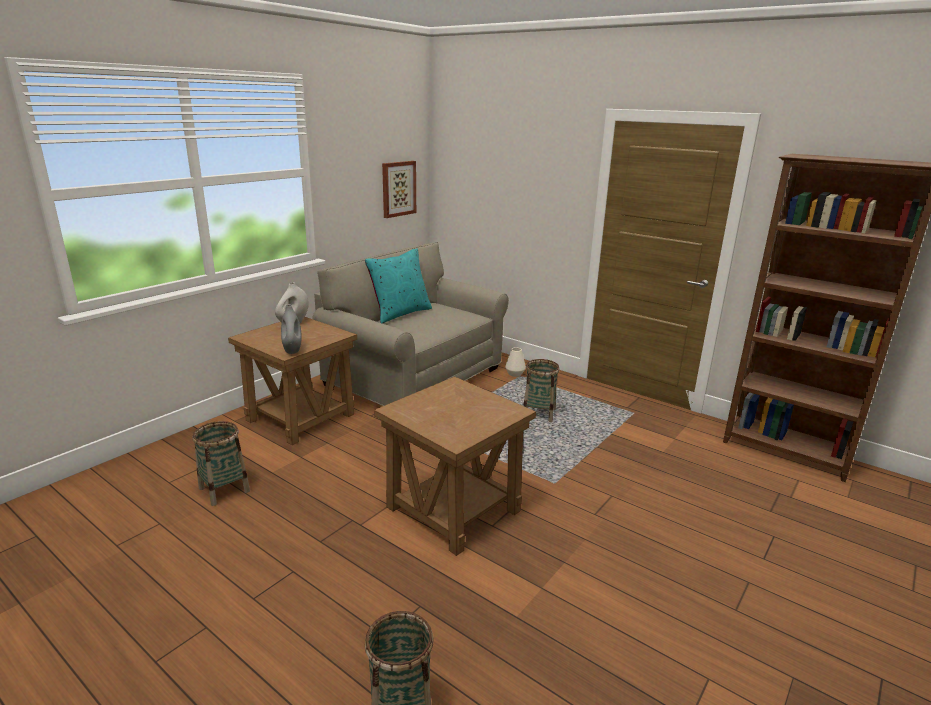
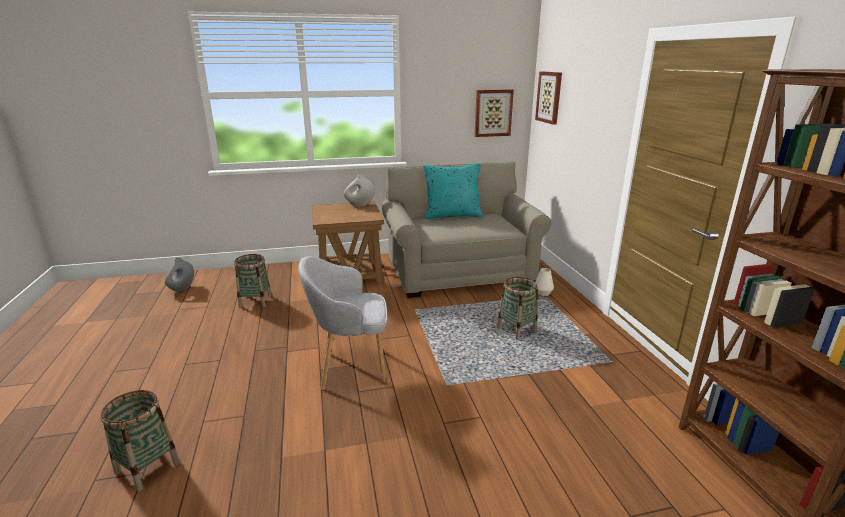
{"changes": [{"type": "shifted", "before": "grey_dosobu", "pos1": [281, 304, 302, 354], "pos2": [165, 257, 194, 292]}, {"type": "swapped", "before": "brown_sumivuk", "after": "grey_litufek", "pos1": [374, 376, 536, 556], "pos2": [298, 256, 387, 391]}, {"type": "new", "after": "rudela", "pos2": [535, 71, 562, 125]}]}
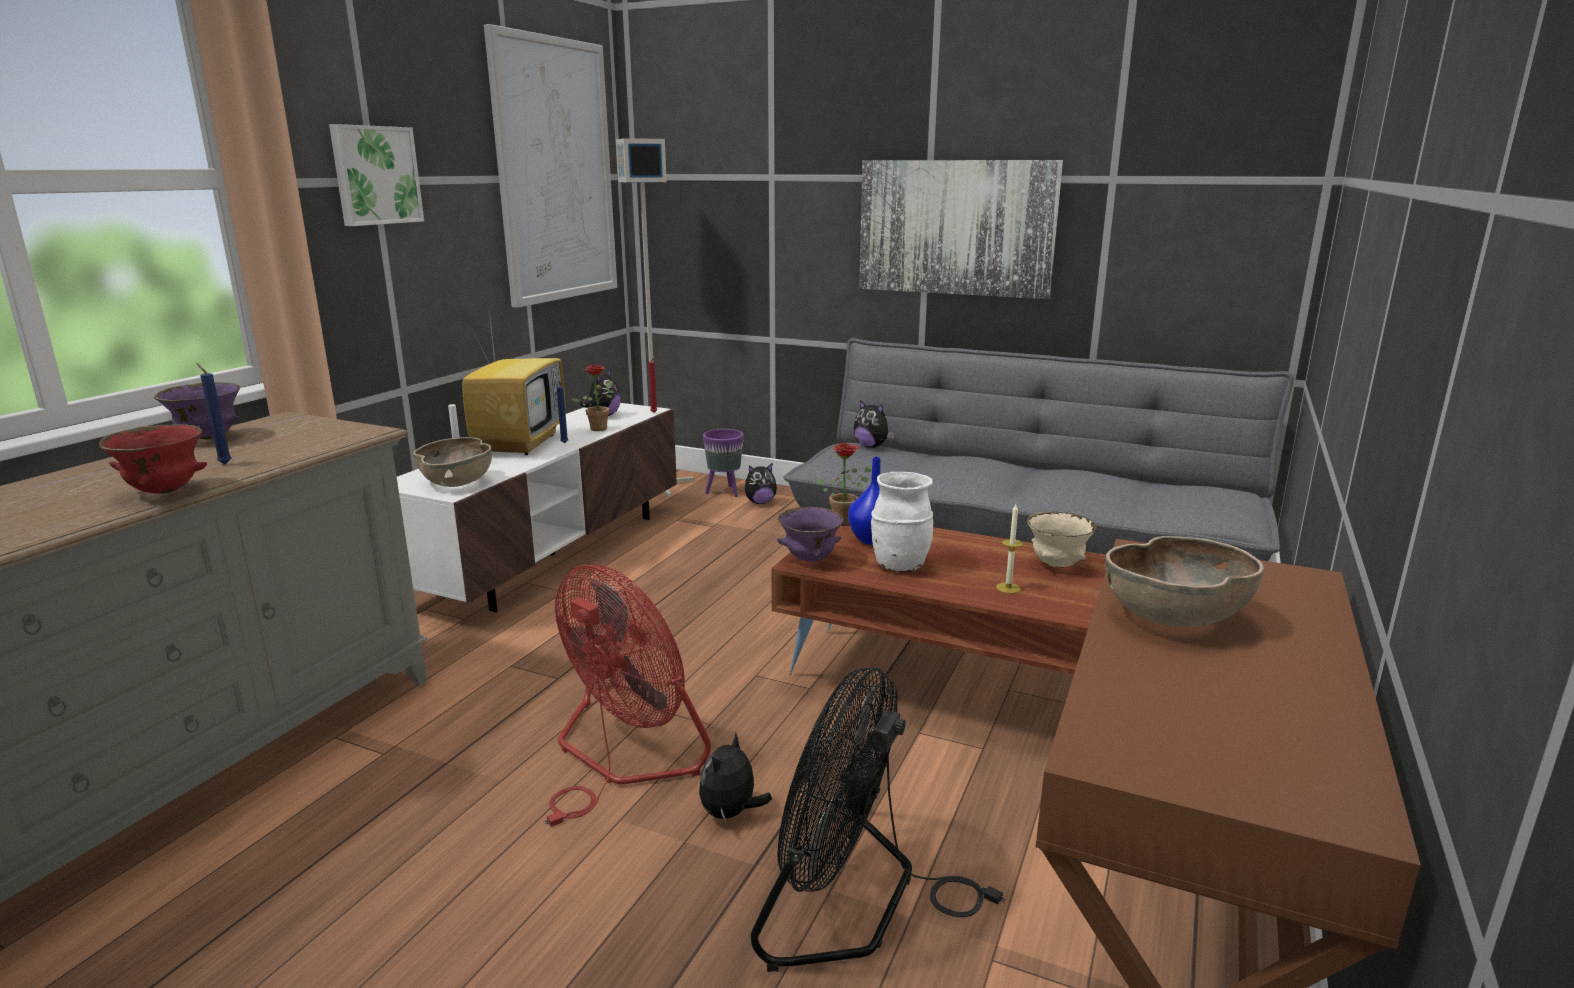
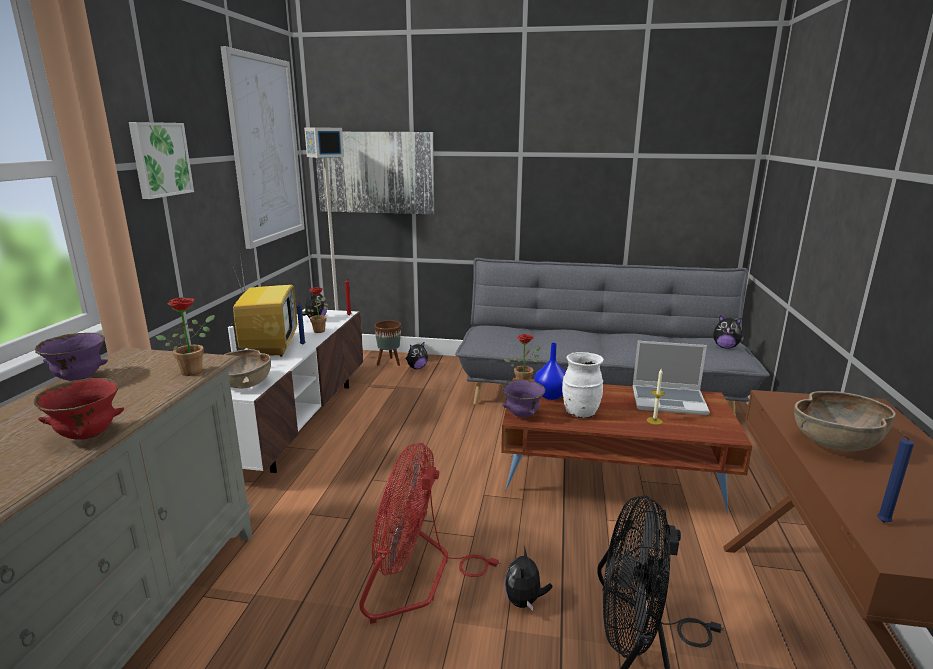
{"changes": [{"type": "shifted", "before": "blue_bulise", "pos1": [196, 363, 231, 464], "pos2": [877, 431, 914, 523]}, {"type": "rotated", "before": "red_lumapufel", "pos1": [544, 565, 711, 827], "pos2": [359, 443, 500, 624], "turn": -105}, {"type": "repainted", "before": "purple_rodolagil", "after": "brown_rodolagil", "pos1": [703, 429, 744, 497], "pos2": [374, 320, 401, 366]}, {"type": "shifted", "before": "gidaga", "pos1": [854, 400, 895, 448], "pos2": [713, 315, 745, 349]}, {"type": "shifted", "before": "rudela", "pos1": [859, 160, 1063, 299], "pos2": [316, 132, 434, 214]}, {"type": "swapped", "before": "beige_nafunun", "after": "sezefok", "pos1": [1027, 511, 1097, 568], "pos2": [633, 341, 710, 415]}, {"type": "new", "after": "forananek", "pos2": [156, 297, 215, 376]}]}
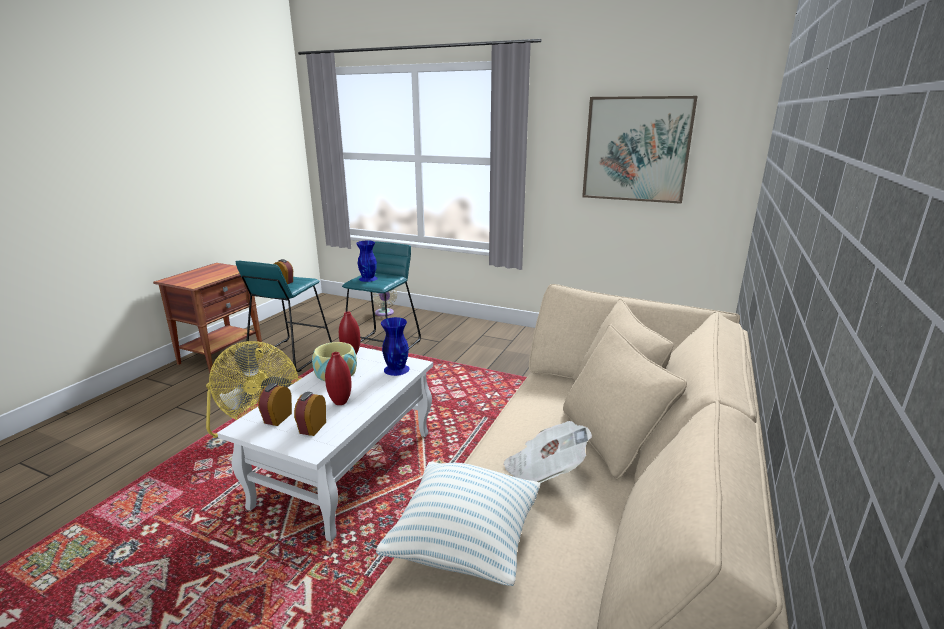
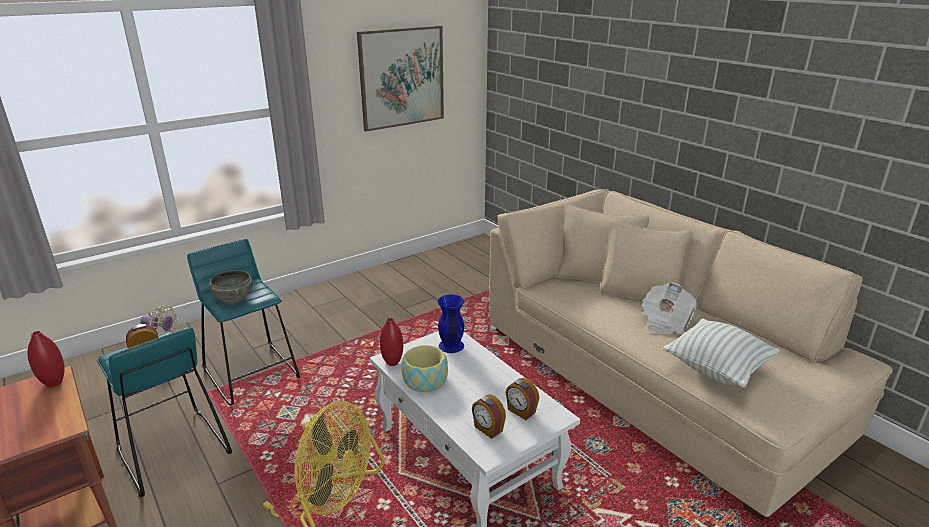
{"changes": [{"type": "shifted", "before": "red_dosobu", "pos1": [325, 352, 352, 405], "pos2": [27, 331, 65, 387]}, {"type": "swapped", "before": "blue_dosobu", "after": "grey_nafunun", "pos1": [356, 241, 378, 282], "pos2": [209, 270, 252, 304]}]}
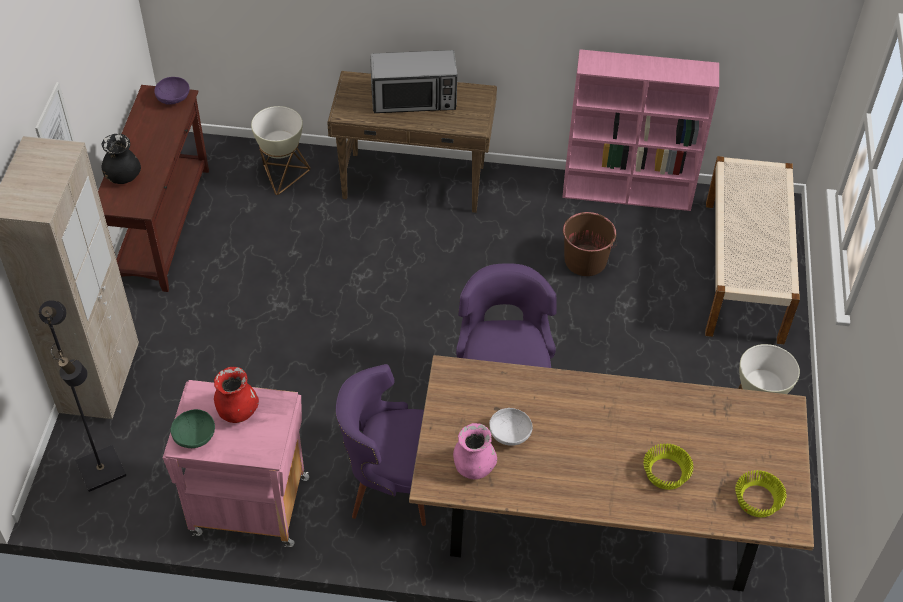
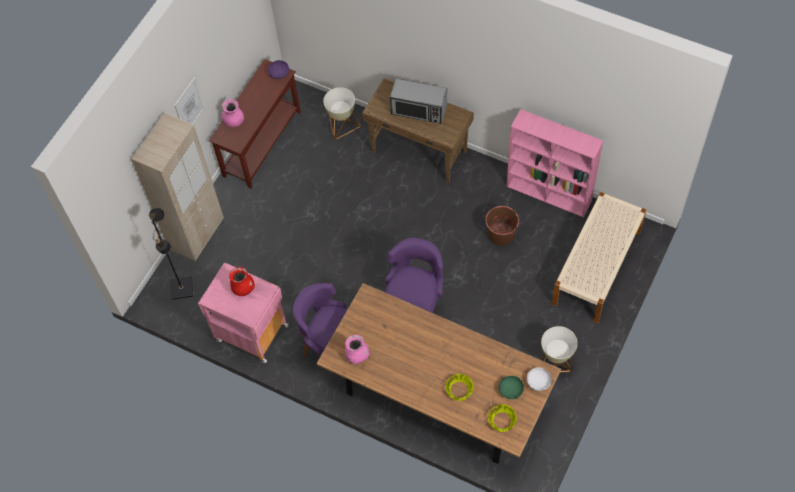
{"changes": [{"type": "repainted", "before": "black_dosobu", "after": "pink_dosobu", "pos1": [101, 134, 141, 184], "pos2": [222, 99, 244, 127]}, {"type": "shifted", "before": "green_nafunun", "pos1": [170, 409, 215, 448], "pos2": [499, 376, 524, 399]}, {"type": "shifted", "before": "white_nafunun", "pos1": [489, 408, 533, 446], "pos2": [527, 367, 552, 391]}]}
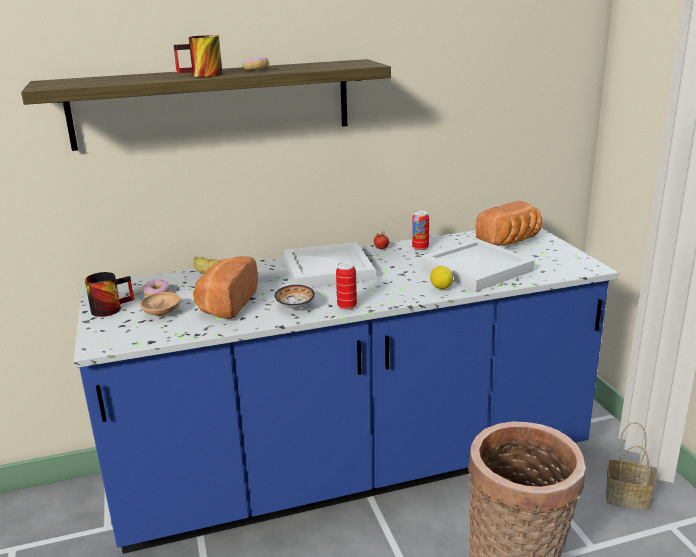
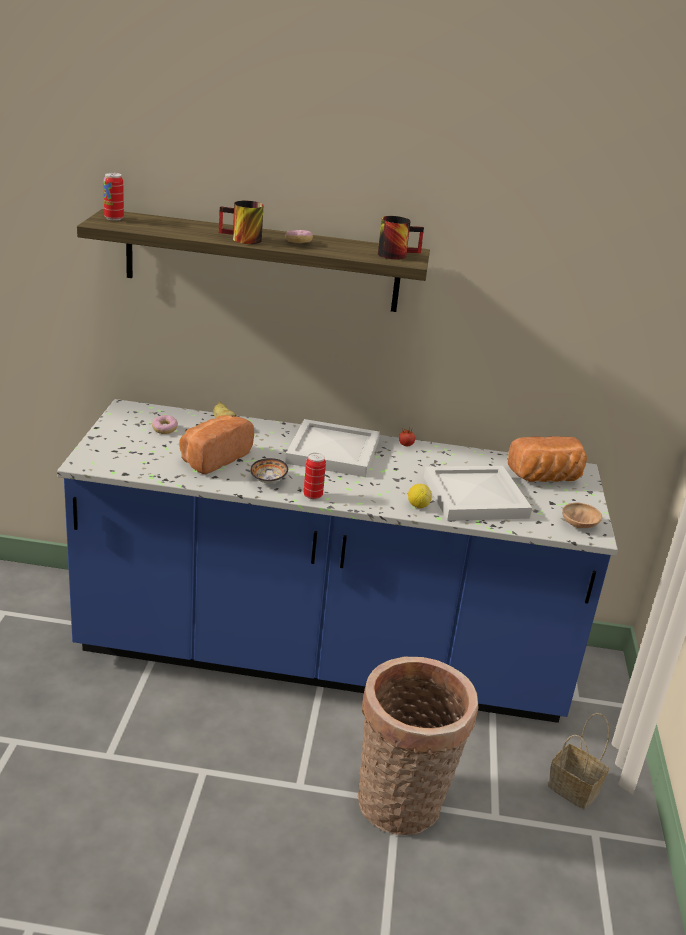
{"changes": [{"type": "shifted", "before": "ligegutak", "pos1": [85, 272, 134, 317], "pos2": [378, 216, 424, 260]}, {"type": "shifted", "before": "brown_nafunun", "pos1": [140, 292, 181, 317], "pos2": [562, 503, 602, 528]}, {"type": "shifted", "before": "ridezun", "pos1": [412, 210, 429, 251], "pos2": [103, 173, 124, 221]}]}
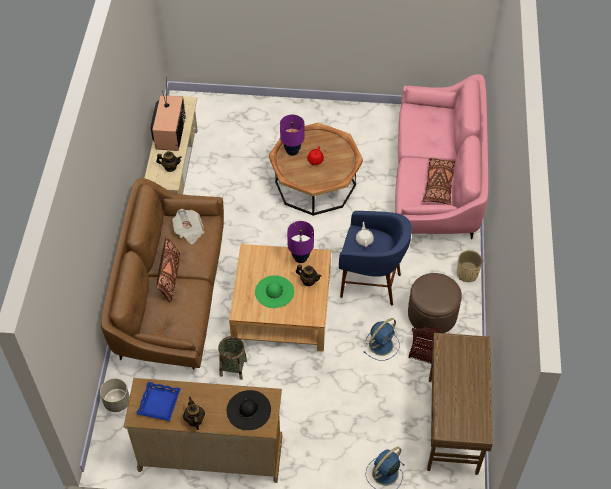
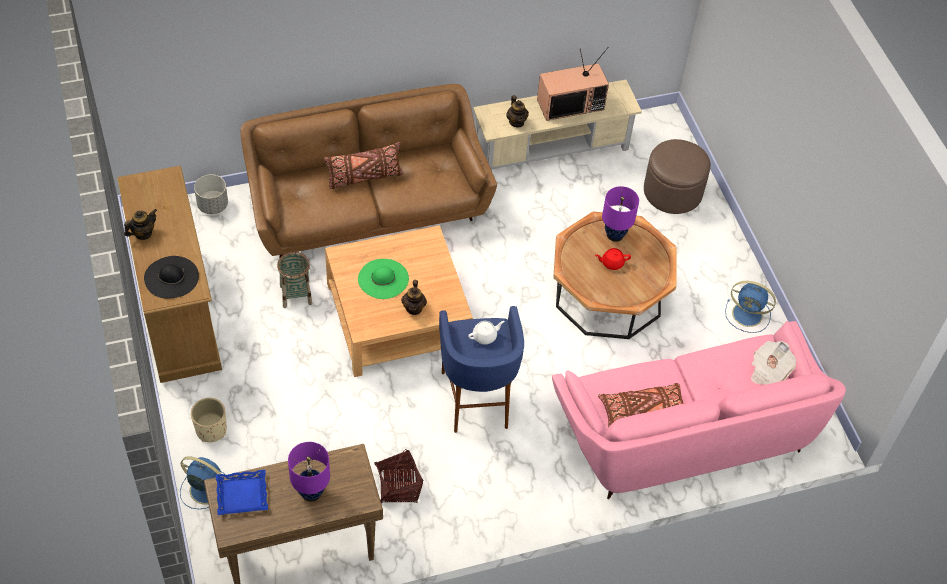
{"changes": [{"type": "shifted", "before": "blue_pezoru", "pos1": [136, 382, 181, 421], "pos2": [216, 470, 268, 515]}, {"type": "shifted", "before": "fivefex", "pos1": [172, 209, 204, 244], "pos2": [751, 341, 796, 385]}, {"type": "shifted", "before": "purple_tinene", "pos1": [287, 221, 314, 263], "pos2": [288, 442, 330, 502]}, {"type": "shifted", "before": "blue_lumapufel", "pos1": [364, 318, 400, 361], "pos2": [725, 281, 776, 333]}, {"type": "shifted", "before": "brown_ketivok", "pos1": [408, 273, 462, 333], "pos2": [644, 139, 711, 214]}, {"type": "shifted", "before": "beige_rodolagil", "pos1": [457, 250, 482, 282], "pos2": [191, 398, 227, 442]}]}
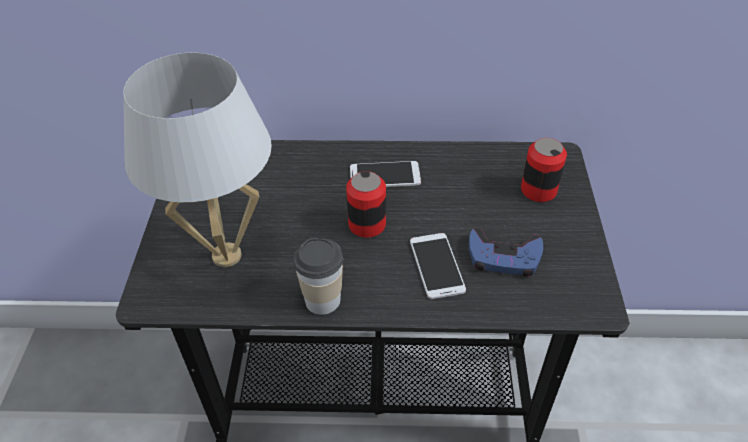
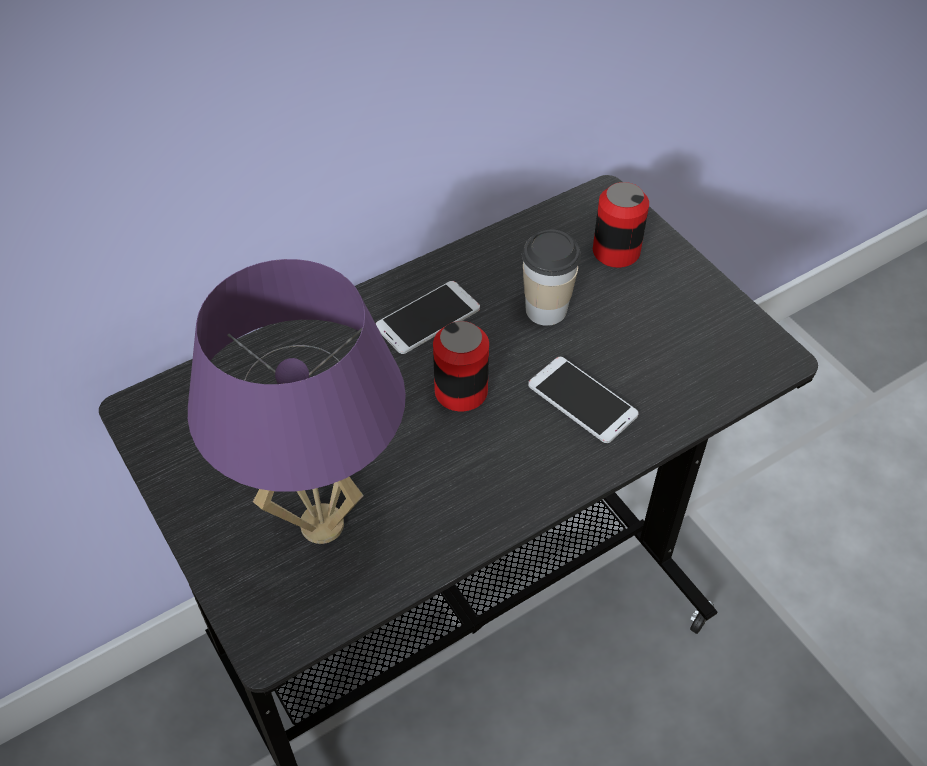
{"changes": [{"type": "repainted", "before": "white_tinene", "after": "purple_tinene", "pos1": [123, 53, 272, 267], "pos2": [188, 259, 406, 544]}, {"type": "shifted", "before": "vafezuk", "pos1": [293, 238, 343, 315], "pos2": [522, 230, 581, 326]}, {"type": "gone", "before": "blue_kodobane", "pos1": [468, 228, 543, 277]}]}
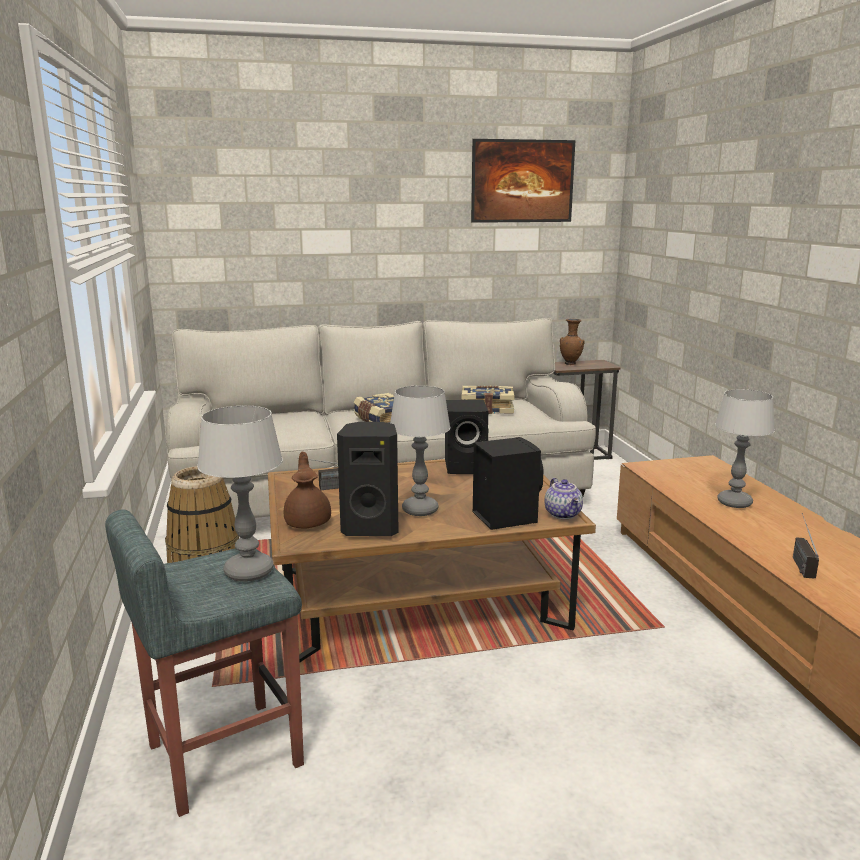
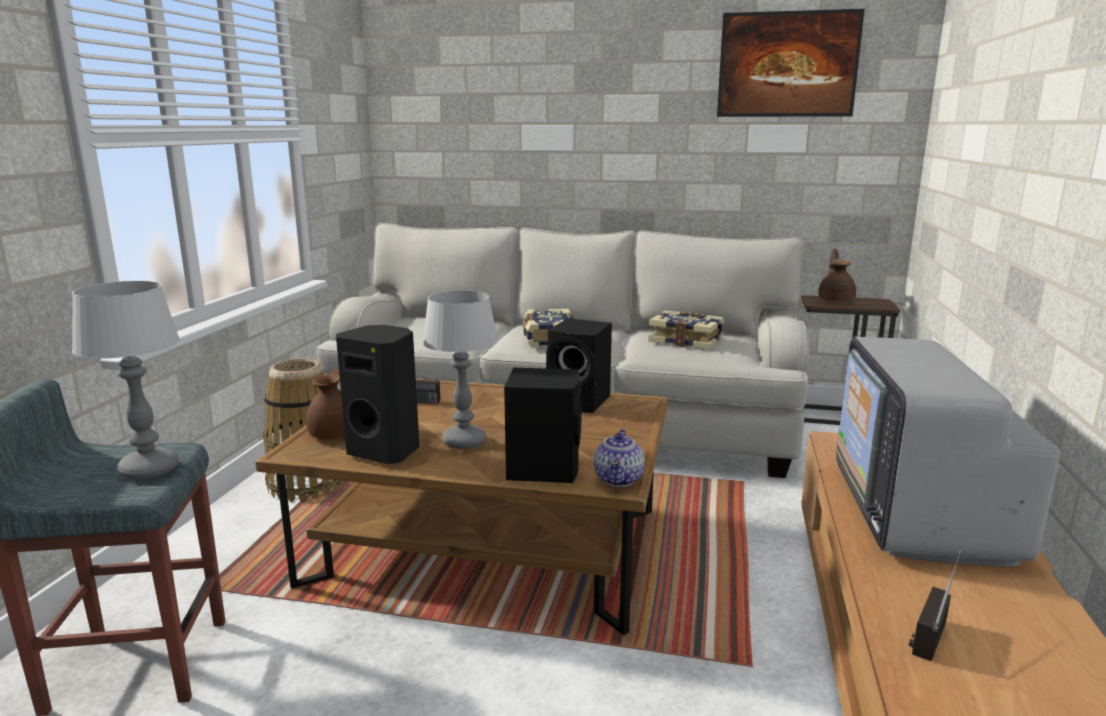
{"changes": [{"type": "swapped", "before": "brown_dosobu", "after": "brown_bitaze", "pos1": [560, 319, 585, 365], "pos2": [818, 249, 856, 302]}, {"type": "swapped", "before": "tinene", "after": "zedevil", "pos1": [715, 389, 775, 508], "pos2": [836, 337, 1060, 567]}]}
